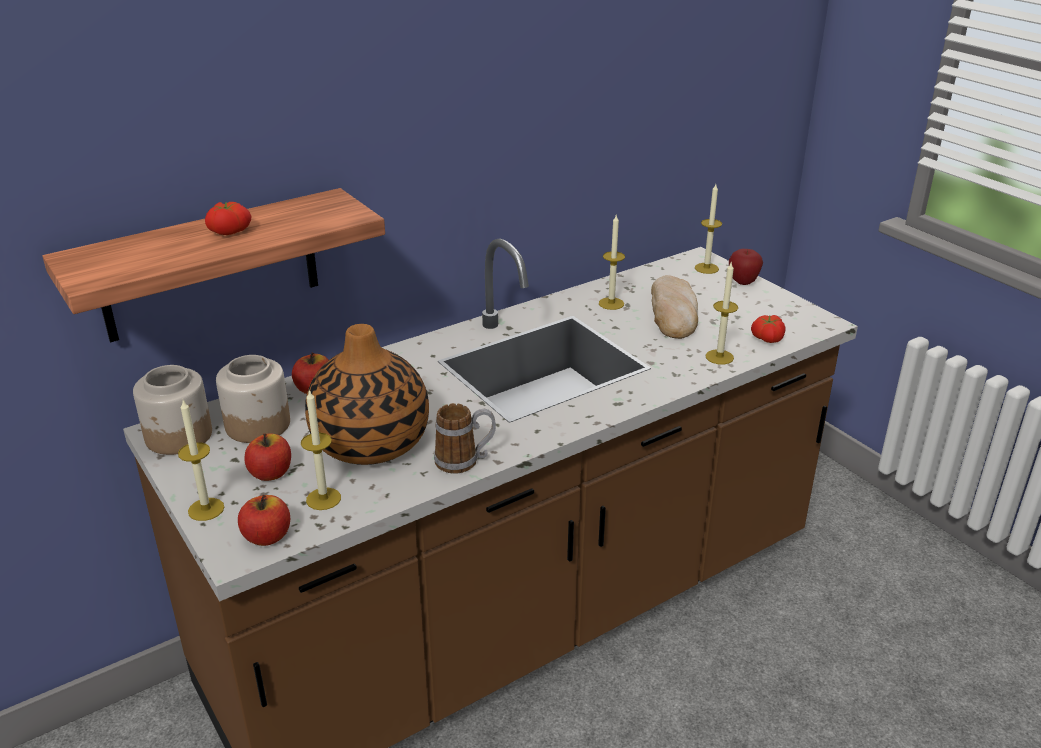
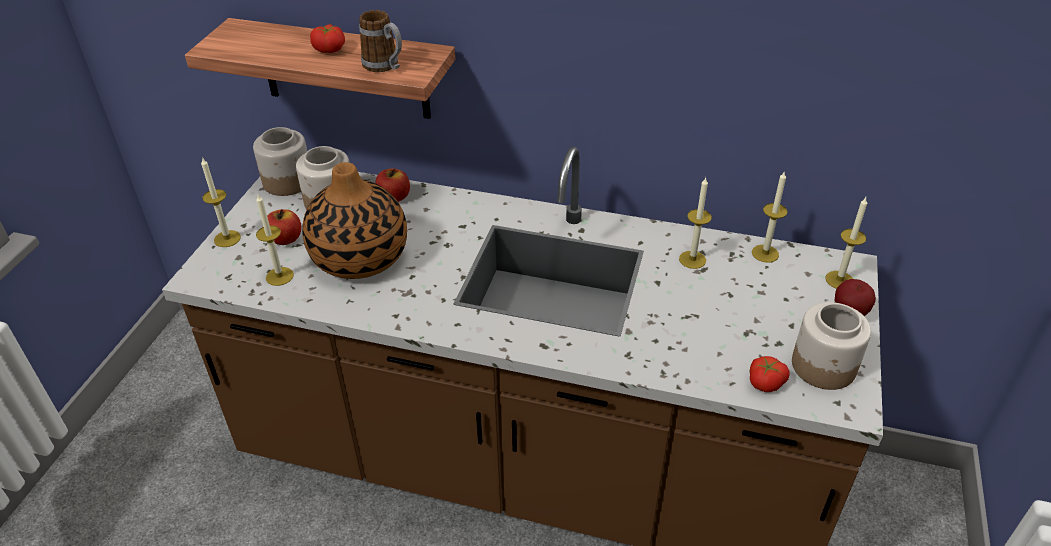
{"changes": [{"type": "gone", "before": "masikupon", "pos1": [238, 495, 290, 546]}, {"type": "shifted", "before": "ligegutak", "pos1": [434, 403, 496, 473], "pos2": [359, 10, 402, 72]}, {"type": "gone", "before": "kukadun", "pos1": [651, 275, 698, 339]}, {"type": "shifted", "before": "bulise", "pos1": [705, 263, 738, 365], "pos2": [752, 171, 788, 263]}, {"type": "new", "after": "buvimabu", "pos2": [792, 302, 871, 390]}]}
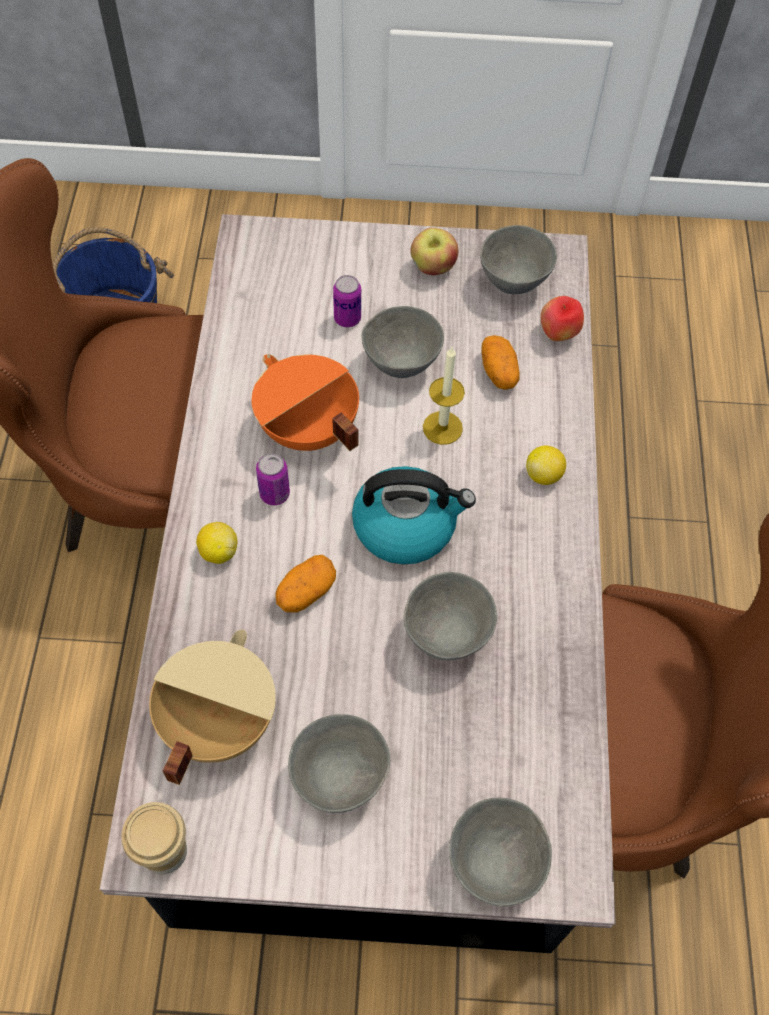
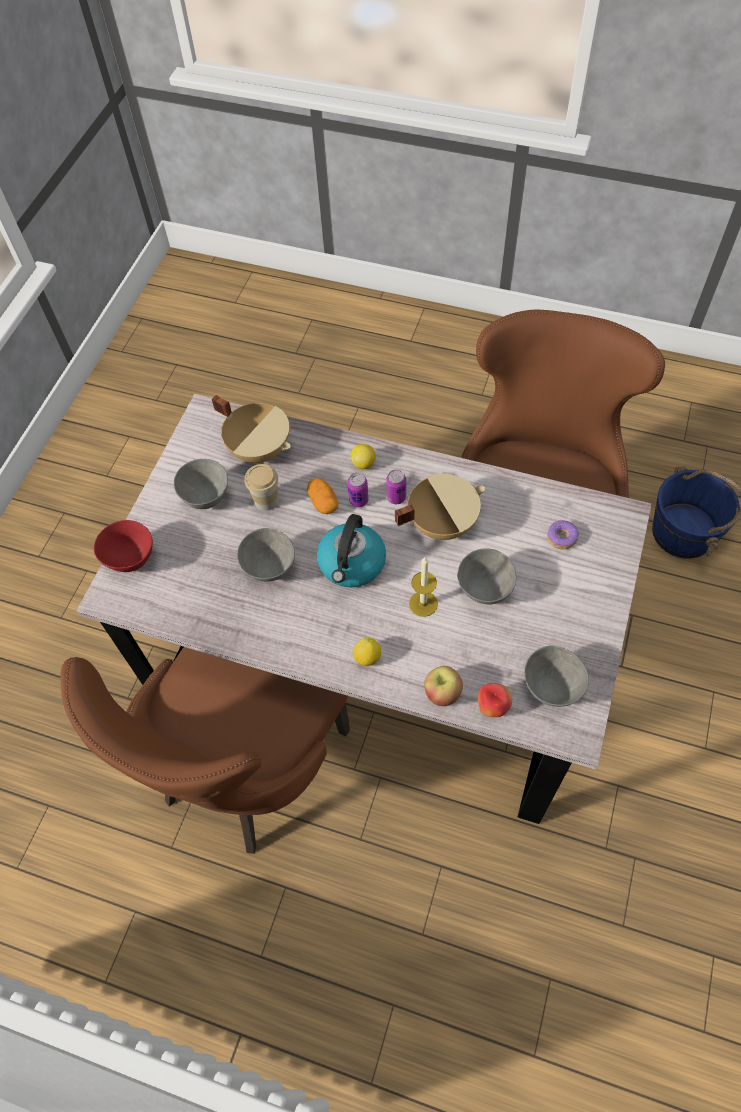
{"changes": [{"type": "shifted", "before": "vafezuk", "pos1": [122, 802, 187, 875], "pos2": [244, 464, 279, 511]}, {"type": "repainted", "before": "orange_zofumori", "after": "beige_zofumori", "pos1": [251, 354, 359, 451], "pos2": [395, 474, 485, 540]}, {"type": "shifted", "before": "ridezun", "pos1": [333, 275, 361, 327], "pos2": [347, 473, 369, 507]}, {"type": "shifted", "before": "masikupon", "pos1": [410, 228, 458, 275], "pos2": [424, 666, 463, 706]}, {"type": "repainted", "before": "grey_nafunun", "after": "red_nafunun", "pos1": [449, 798, 552, 906], "pos2": [94, 520, 153, 572]}, {"type": "gone", "before": "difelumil", "pos1": [482, 335, 520, 390]}, {"type": "new", "after": "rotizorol", "pos2": [547, 520, 579, 550]}]}
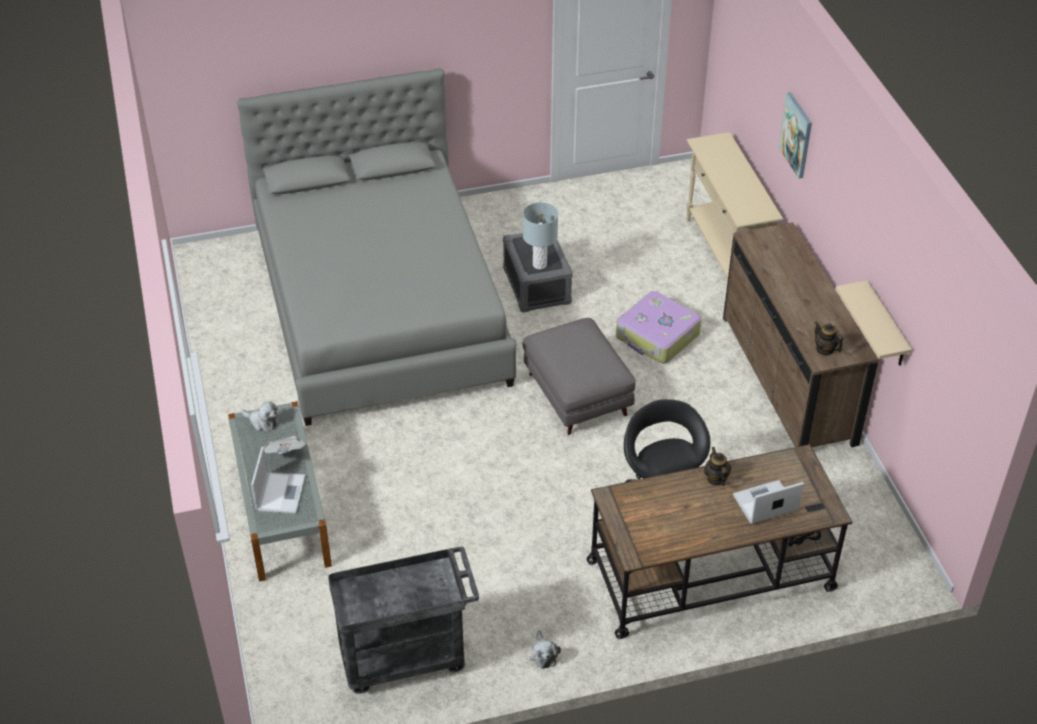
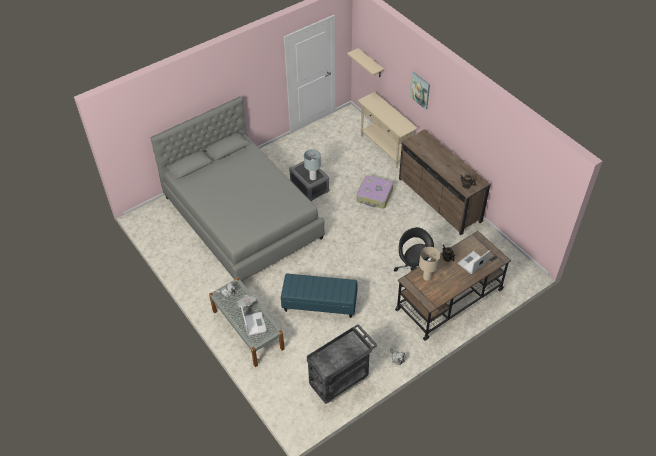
{"changes": [{"type": "gone", "before": "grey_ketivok", "pos1": [522, 318, 636, 435]}, {"type": "shifted", "before": "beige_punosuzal", "pos1": [835, 280, 912, 366], "pos2": [347, 48, 384, 77]}, {"type": "new", "after": "blue_ketivok", "pos2": [281, 273, 357, 318]}, {"type": "new", "after": "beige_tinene", "pos2": [419, 247, 440, 281]}]}
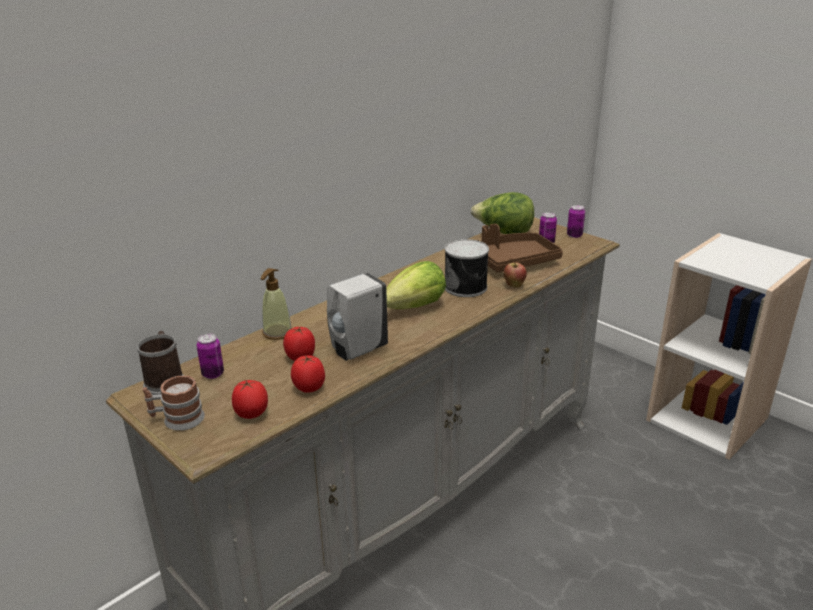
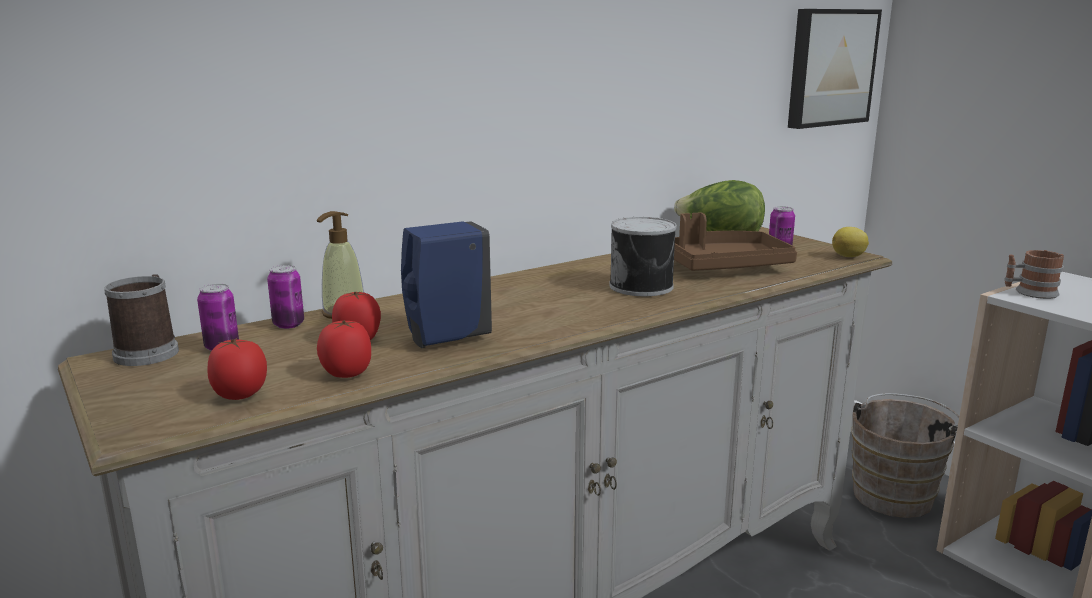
{"changes": [{"type": "shifted", "before": "ligegutak", "pos1": [143, 375, 205, 431], "pos2": [1004, 250, 1064, 299]}, {"type": "repainted", "before": "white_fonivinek", "after": "blue_fonivinek", "pos1": [327, 273, 388, 361], "pos2": [401, 221, 492, 348]}, {"type": "gone", "before": "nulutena", "pos1": [386, 261, 446, 309]}, {"type": "gone", "before": "masikupon", "pos1": [504, 262, 527, 288]}, {"type": "shifted", "before": "ridezun", "pos1": [567, 205, 585, 238], "pos2": [267, 265, 304, 329]}, {"type": "new", "after": "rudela", "pos2": [788, 9, 882, 129]}, {"type": "new", "after": "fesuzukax", "pos2": [832, 227, 869, 257]}, {"type": "new", "after": "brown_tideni", "pos2": [851, 393, 959, 518]}]}
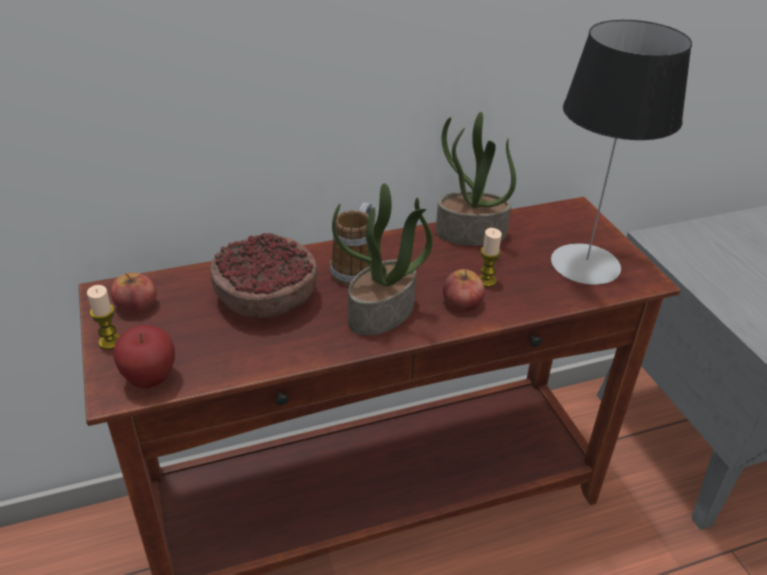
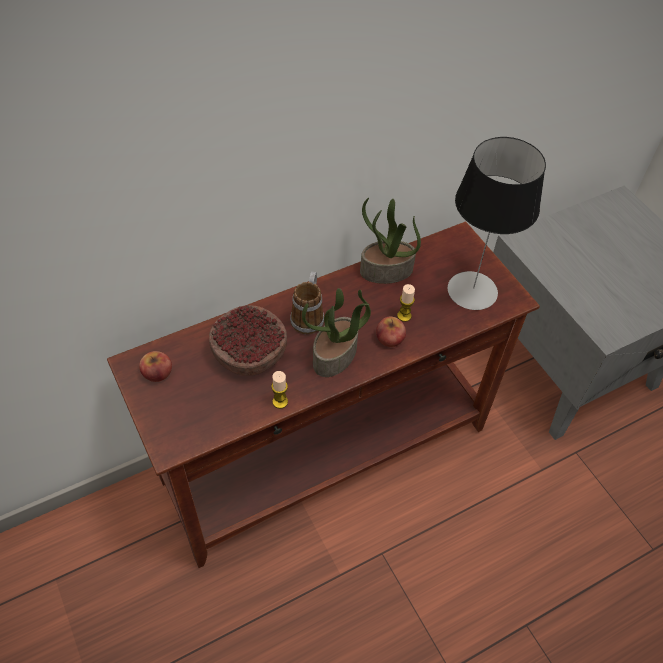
{"changes": [{"type": "shifted", "before": "bulise", "pos1": [87, 285, 120, 350], "pos2": [271, 371, 288, 409]}, {"type": "gone", "before": "masikupon", "pos1": [113, 325, 175, 388]}]}
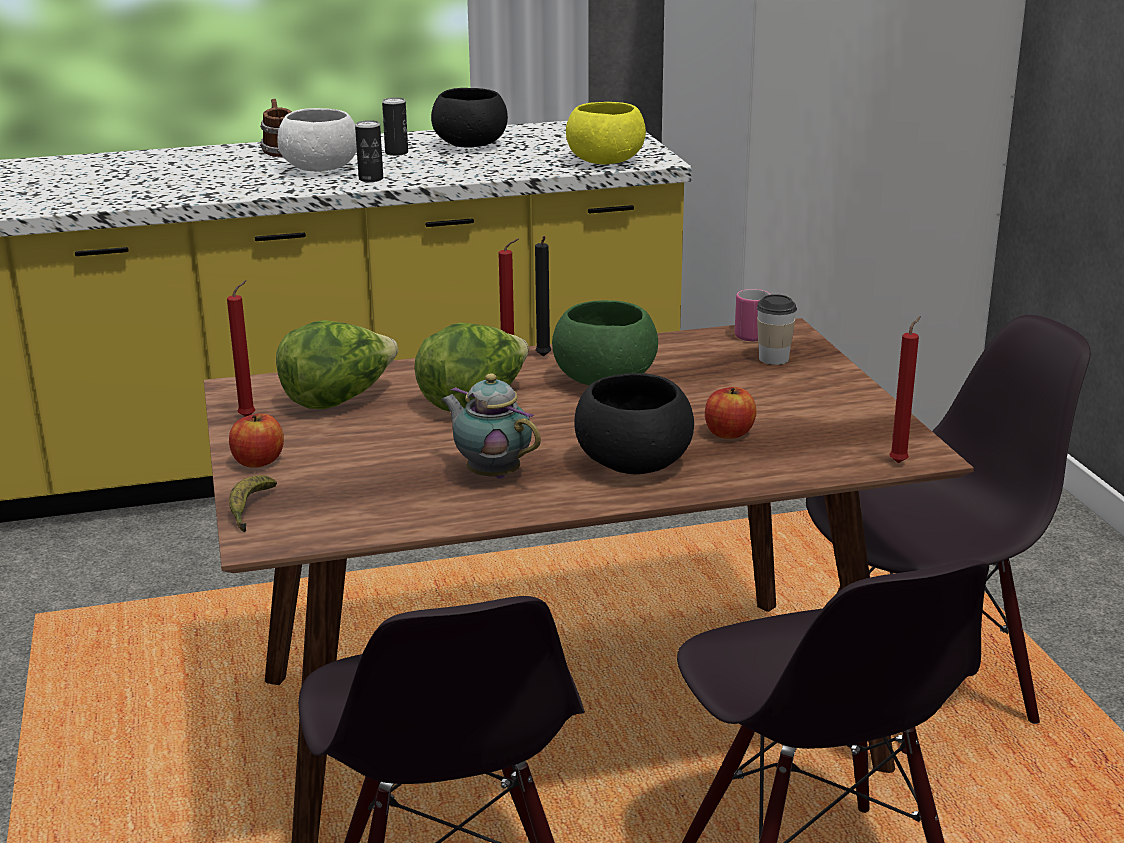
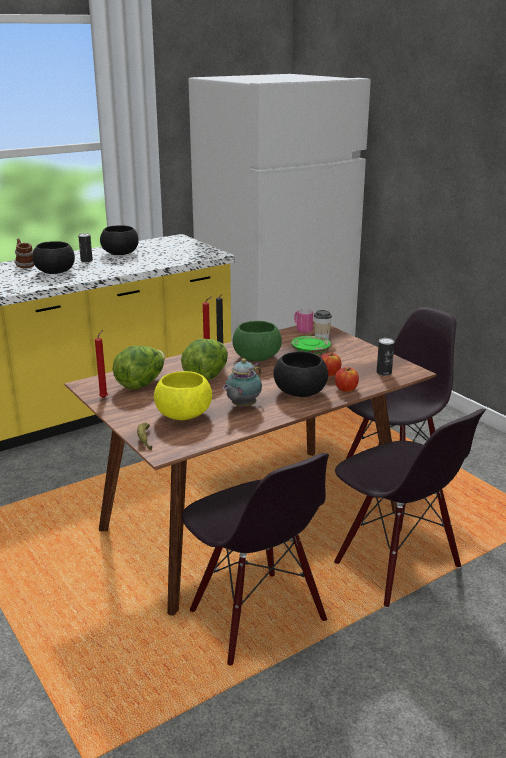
{"changes": [{"type": "shifted", "before": "masikupon", "pos1": [229, 414, 284, 468], "pos2": [335, 367, 359, 392]}, {"type": "repainted", "before": "white_nafunun", "after": "black_nafunun", "pos1": [277, 108, 357, 172], "pos2": [32, 241, 75, 274]}, {"type": "shifted", "before": "ridezun", "pos1": [355, 120, 383, 182], "pos2": [377, 338, 394, 376]}, {"type": "rotated", "before": "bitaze", "pos1": [441, 373, 541, 479], "pos2": [223, 358, 262, 408], "turn": -75}, {"type": "shifted", "before": "yellow_nafunun", "pos1": [566, 102, 646, 164], "pos2": [154, 371, 212, 420]}, {"type": "gone", "before": "red_bulise", "pos1": [889, 316, 921, 463]}, {"type": "new", "after": "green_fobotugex", "pos2": [291, 336, 331, 354]}]}
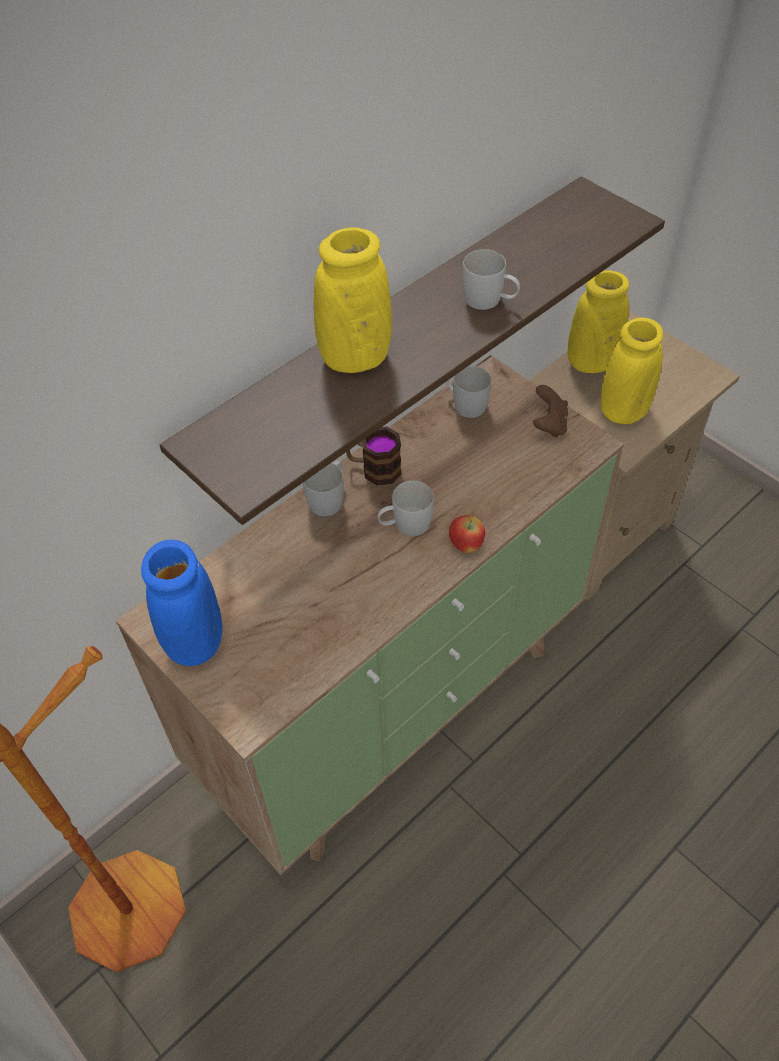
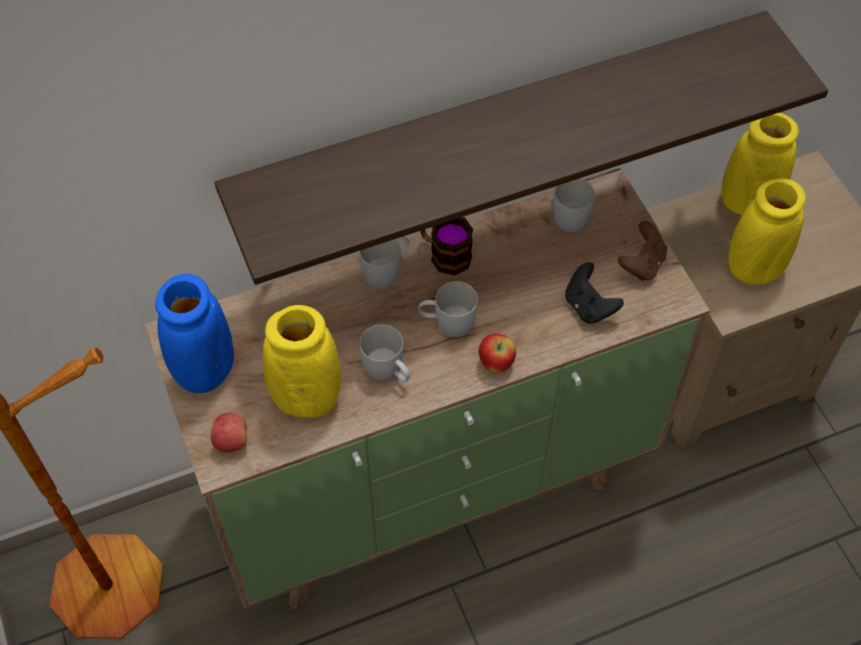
{"changes": [{"type": "shifted", "before": "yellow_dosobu", "pos1": [314, 227, 392, 373], "pos2": [263, 305, 341, 418]}, {"type": "shifted", "before": "white_ligegutak", "pos1": [462, 249, 520, 310], "pos2": [360, 324, 410, 382]}, {"type": "new", "after": "masikupon", "pos2": [211, 413, 247, 452]}, {"type": "new", "after": "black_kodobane", "pos2": [565, 262, 624, 323]}]}
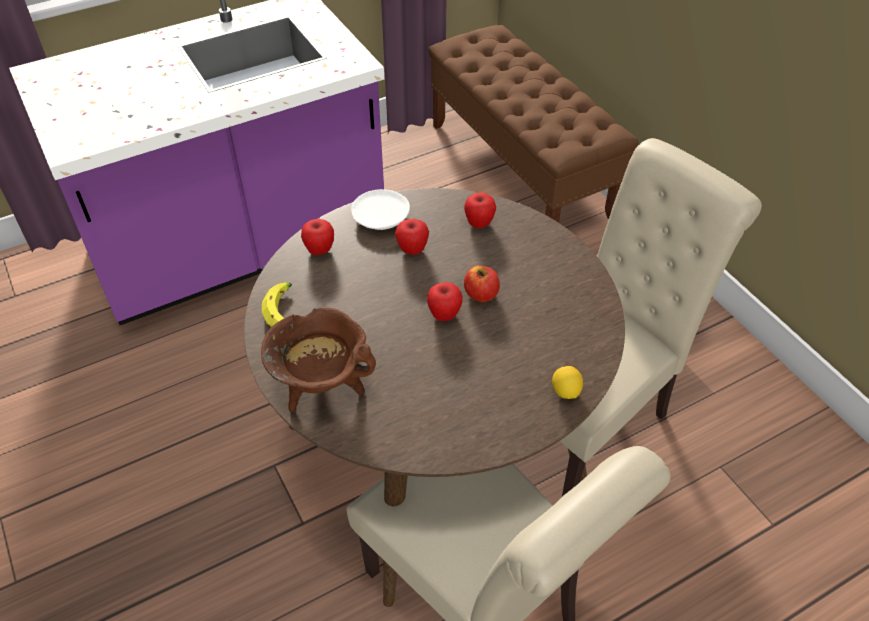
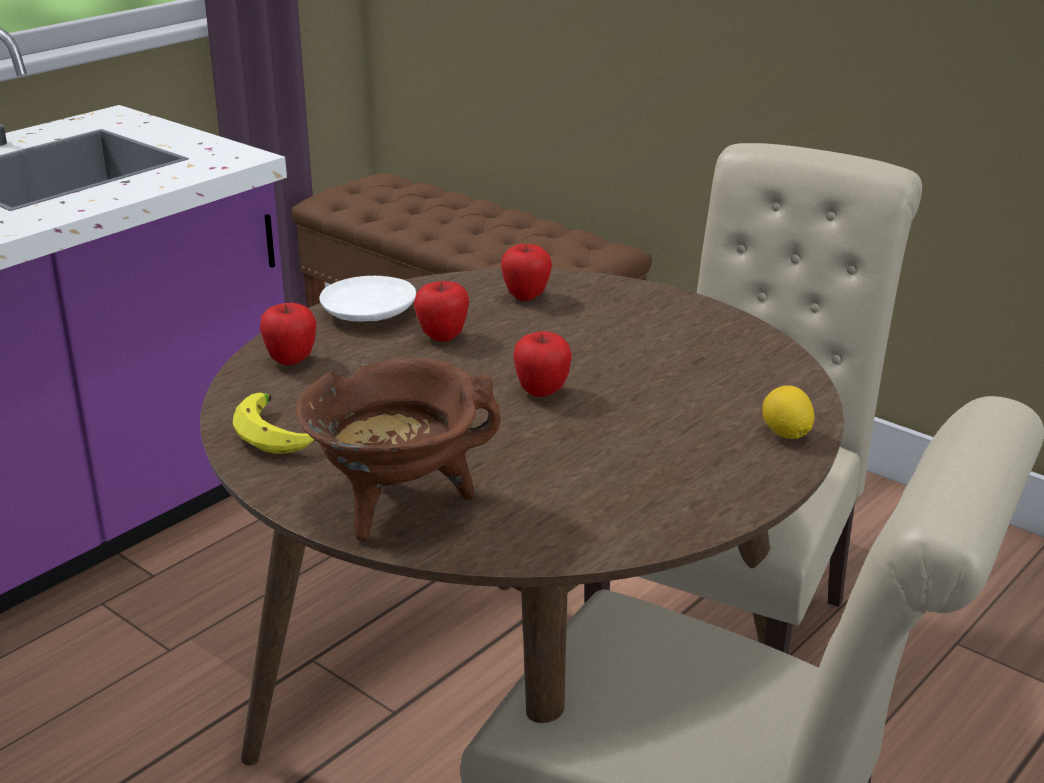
{"changes": [{"type": "gone", "before": "masikupon", "pos1": [464, 266, 500, 302]}]}
